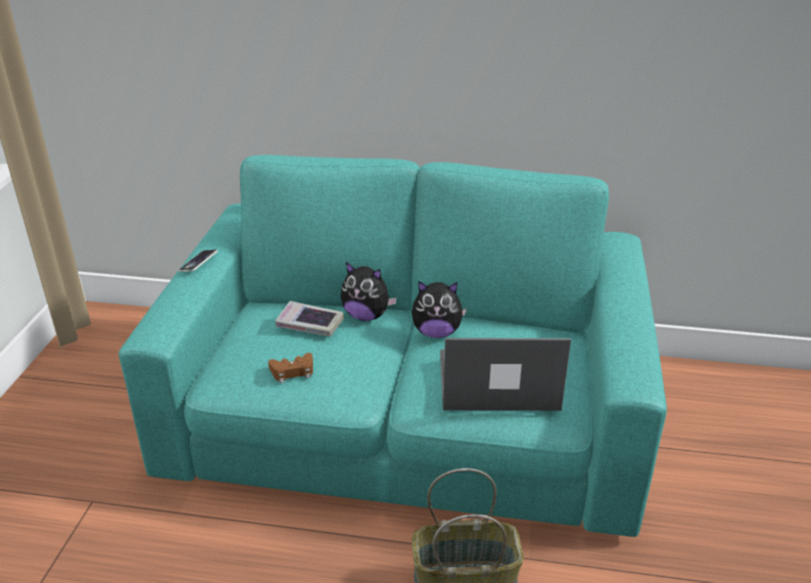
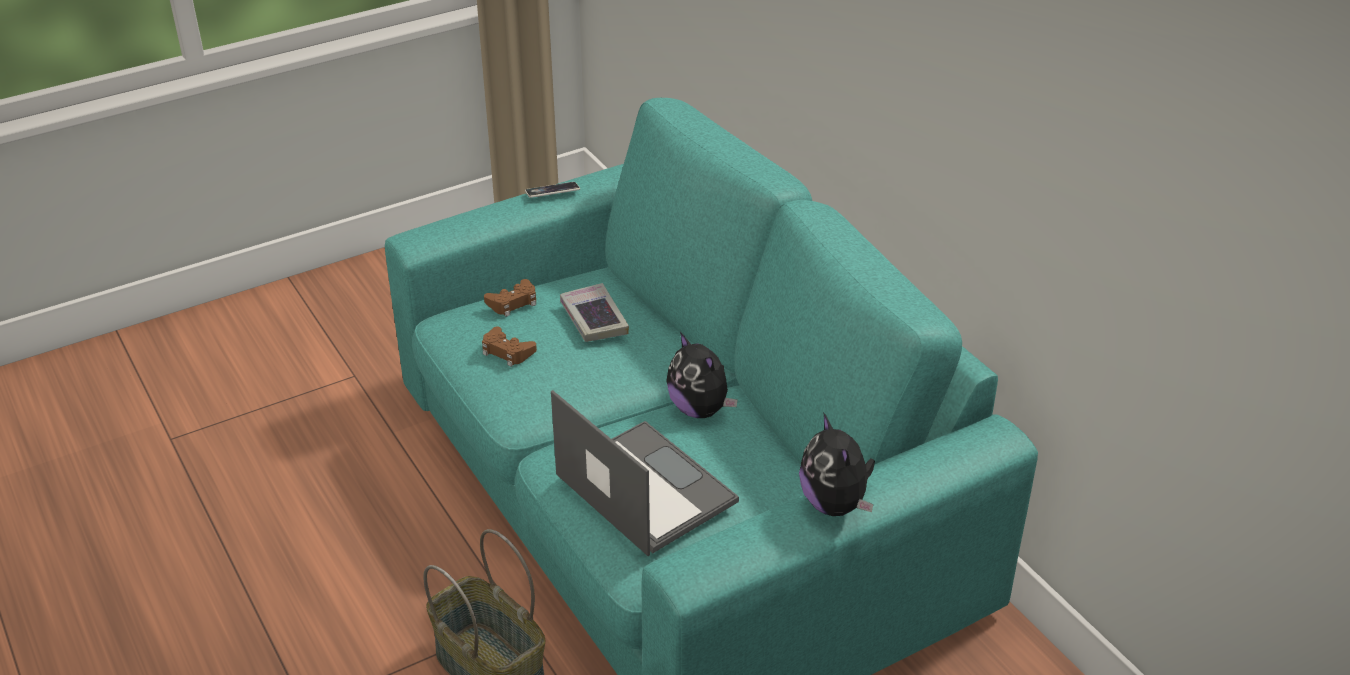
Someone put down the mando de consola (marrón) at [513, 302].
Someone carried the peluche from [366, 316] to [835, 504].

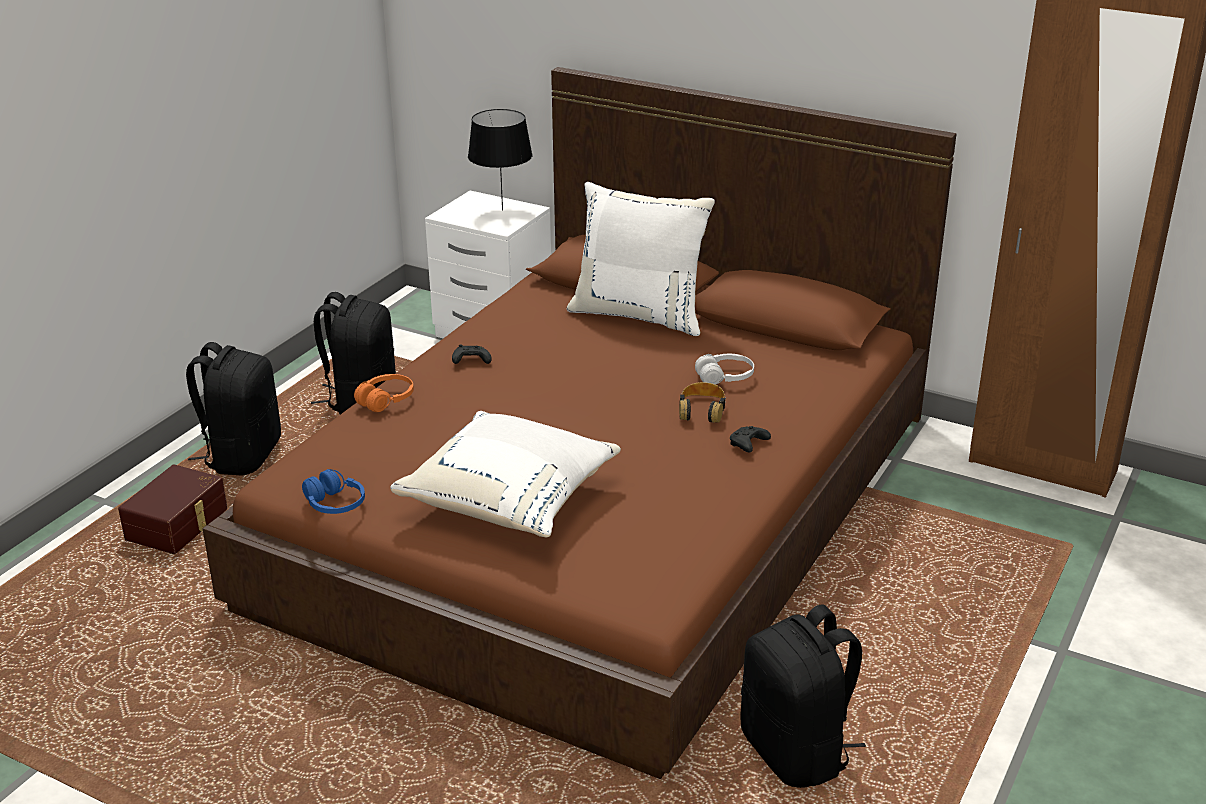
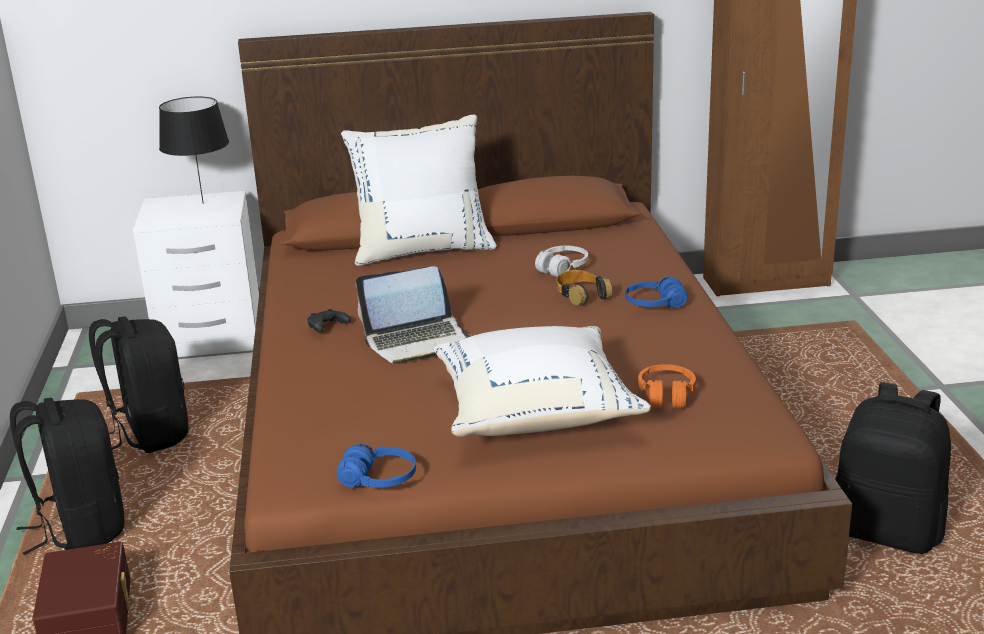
Someone put down the portátil at [416, 341].
Someone carried the auriculares (naranja) from [386, 400] to [666, 395].
Someone swapped the mando de consola (negro) at [748, 445] for the auriculares (azul) at [655, 304].

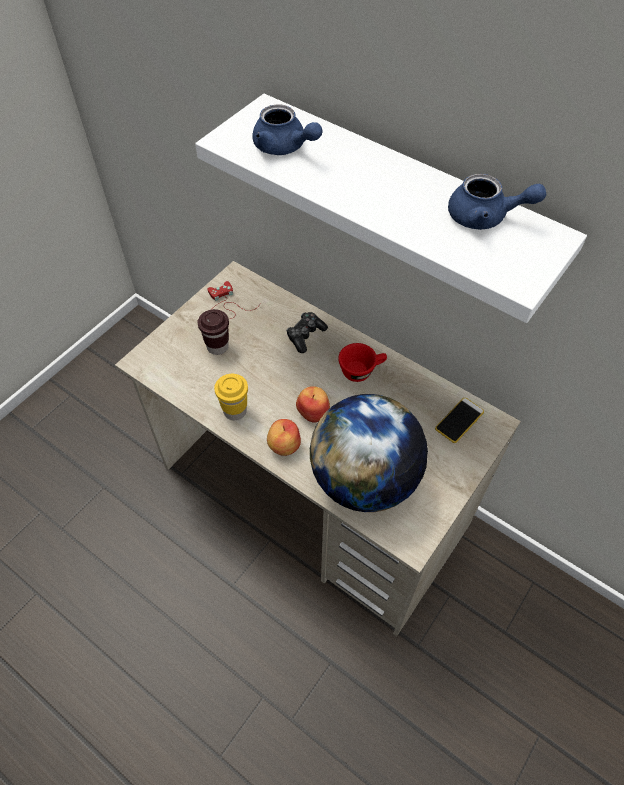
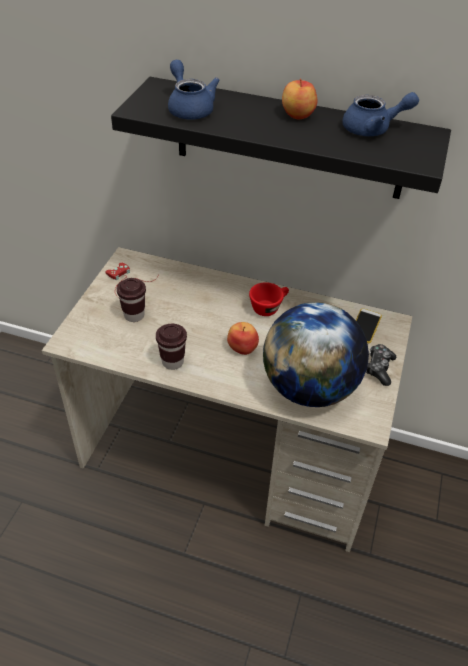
Someone carried the manzana from [283, 445] to [297, 115].
Someone carried the mando de consola from [305, 335] to [379, 368].
Someone repainted the estante (blanco) at [404, 198], which became the estante (negro) at [289, 139].
Someone repainted the taza (amarillo) at [235, 411], which became the taza (marrón) at [172, 362].
Someone rotated the tetera (azul) at [284, 147] by 135 degrees counterclockwise.

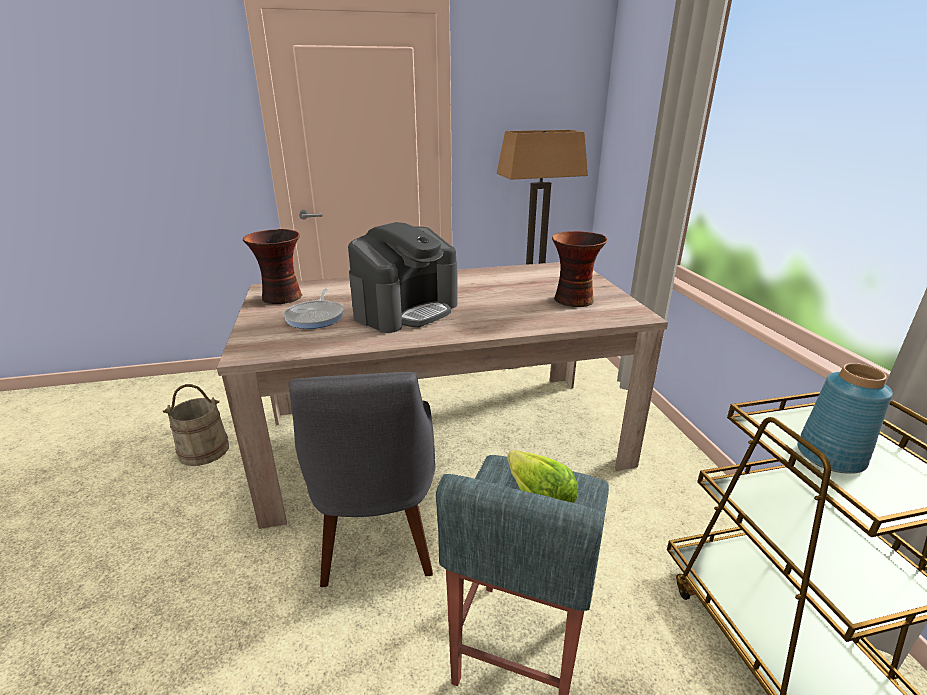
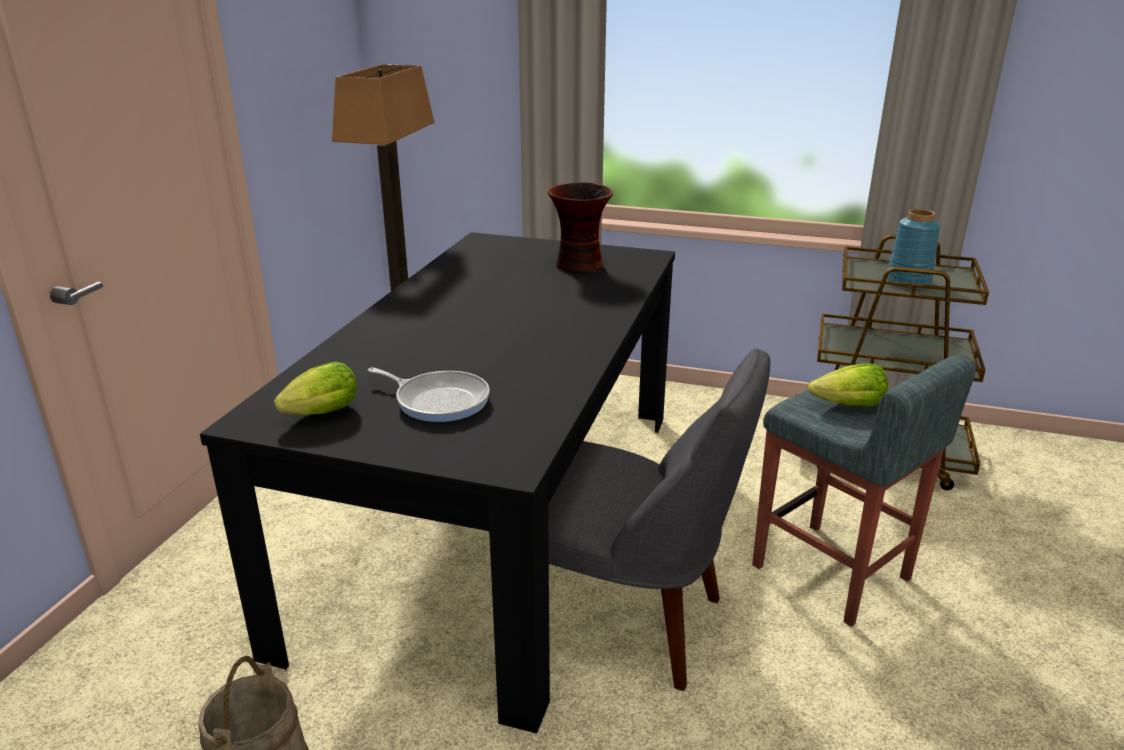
Someone took away the cafetera at [406, 310].
Someone swapped the florero at [282, 298] for the lechuga at [318, 414].
Someone repainted the mesa de comedor (beis) at [444, 438], which became the mesa de comedor (negro) at [500, 516].

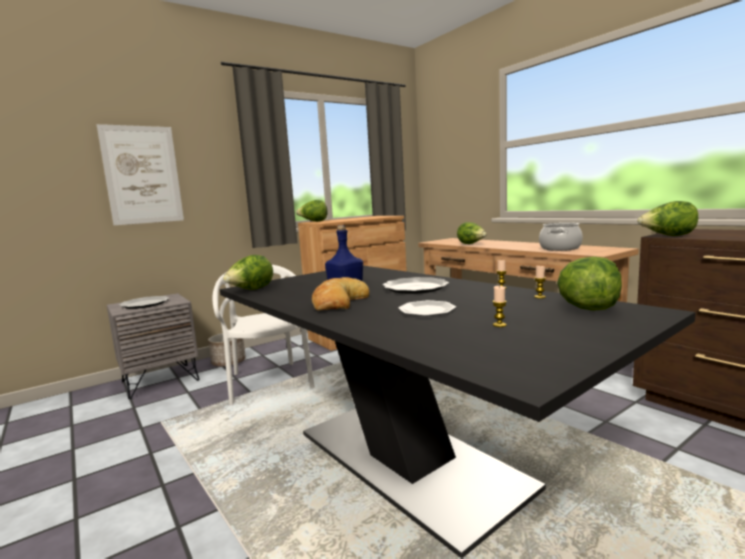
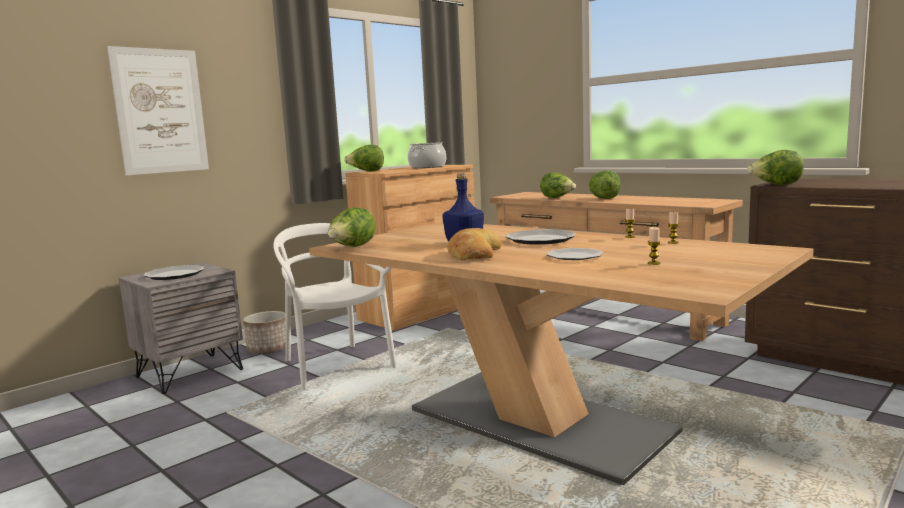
Someone carried the olla from [560, 248] to [427, 167].
Someone carried the lechuga from [588, 308] to [605, 198].
Someone repainted the mesa de comedor (negro) at [409, 460], which became the mesa de comedor (beis) at [539, 422].

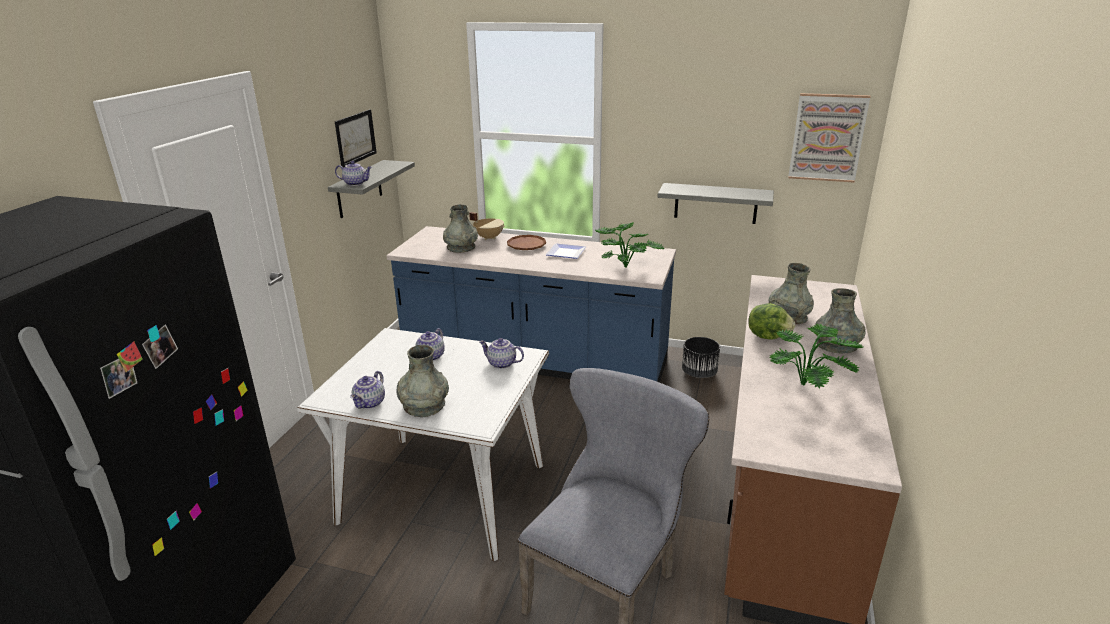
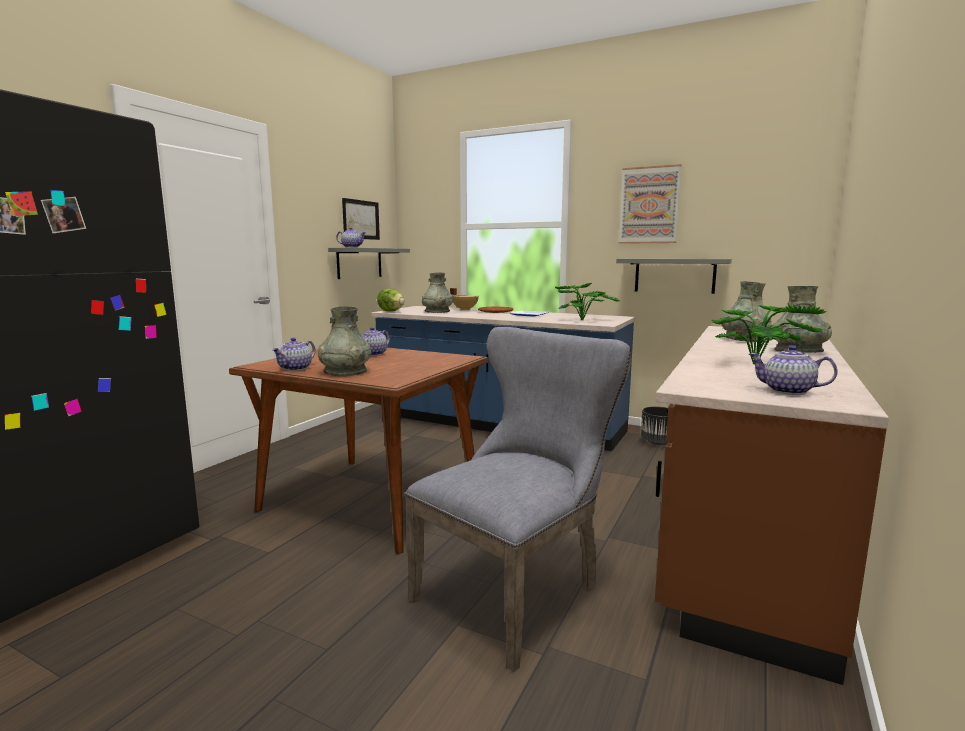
Someone carried the tetera from [501, 364] to [787, 391].
Someone carried the lechuga from [768, 336] to [391, 311].
Someone carried the cuadro from [827, 137] to [649, 205].
Someone repainted the mesa de comedor (blanco) at [444, 493], which became the mesa de comedor (marrón) at [372, 500].

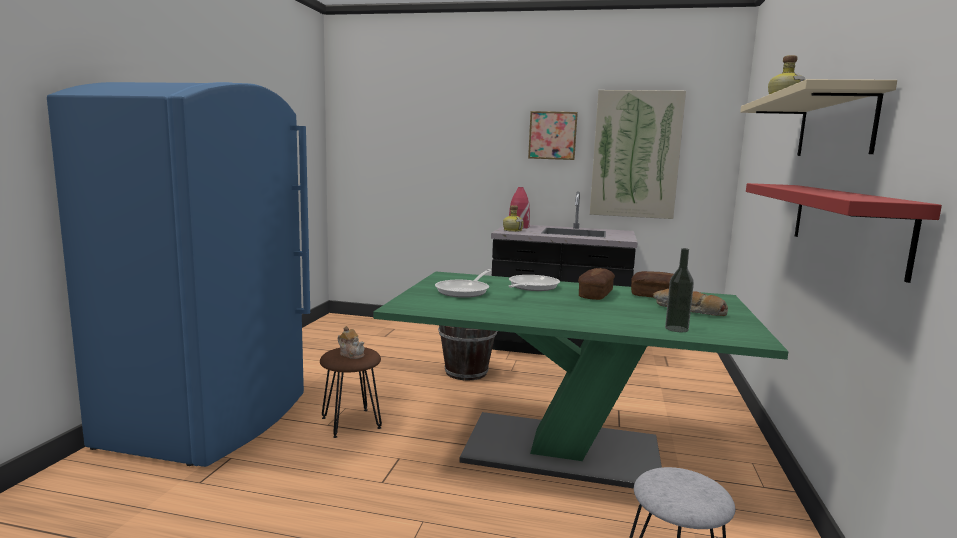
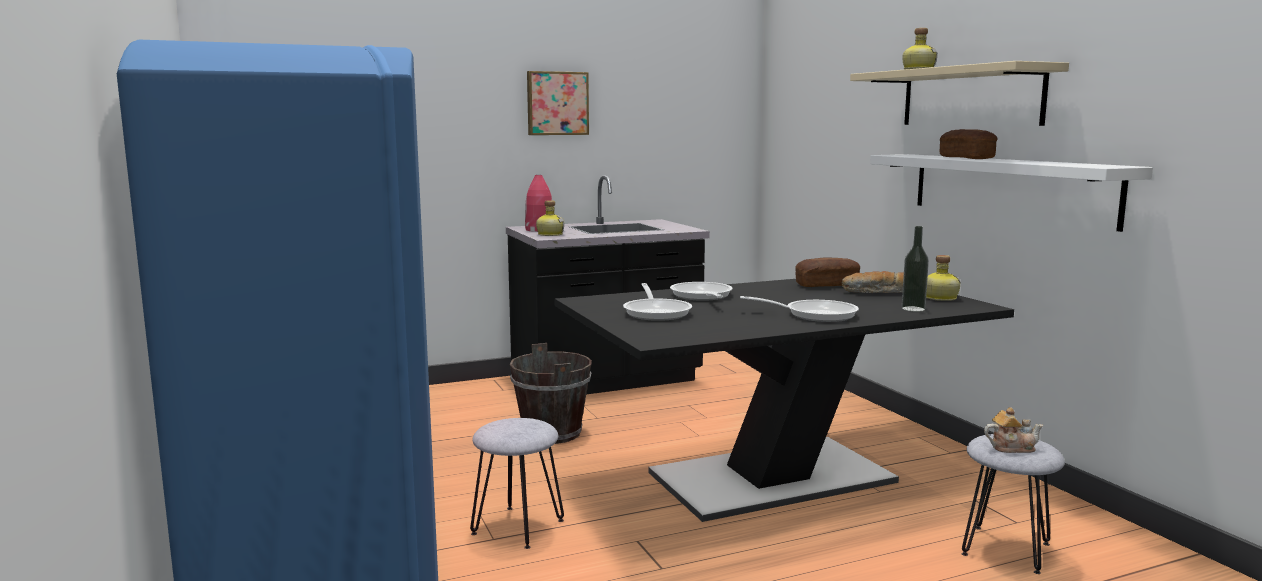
Someone took away the cuadro at [635, 154].
Someone put down the sartén at [814, 315].
Someone put down the botella at [939, 298].
Someone carried the tetera from [351, 354] to [1011, 448].
Someone carried the pan from [595, 294] to [966, 158].
Someone repainted the taburete (marrón) at [351, 422], which became the taburete (gris) at [517, 527].
Someone repainted the mesa de comedor (verde) at [562, 450], which became the mesa de comedor (negro) at [771, 477].
Someone repainted the estante (rojo) at [844, 223], which became the estante (blanco) at [1009, 188].

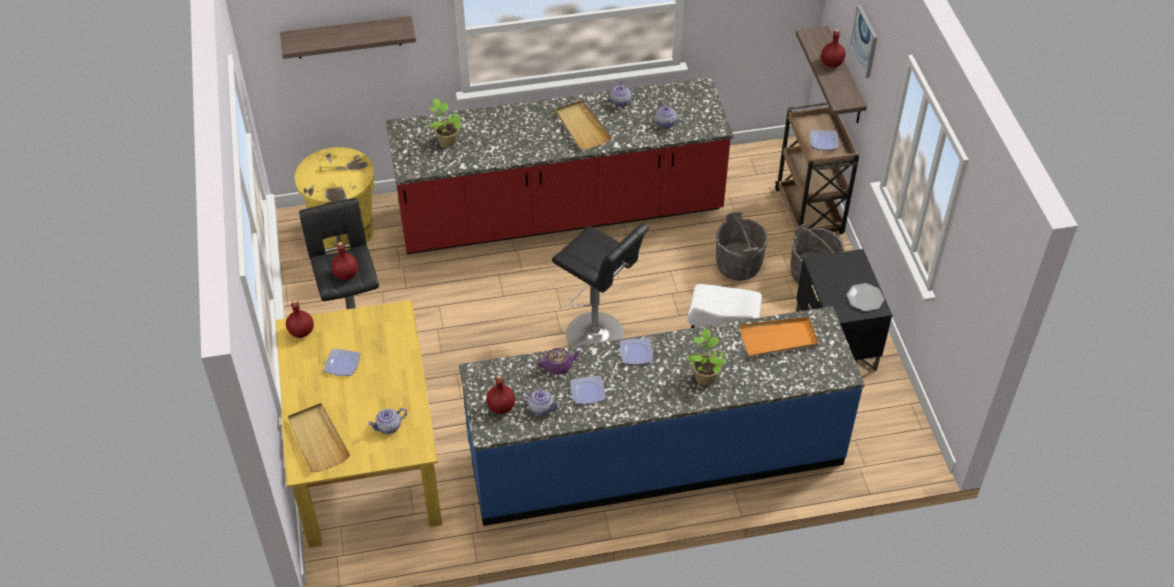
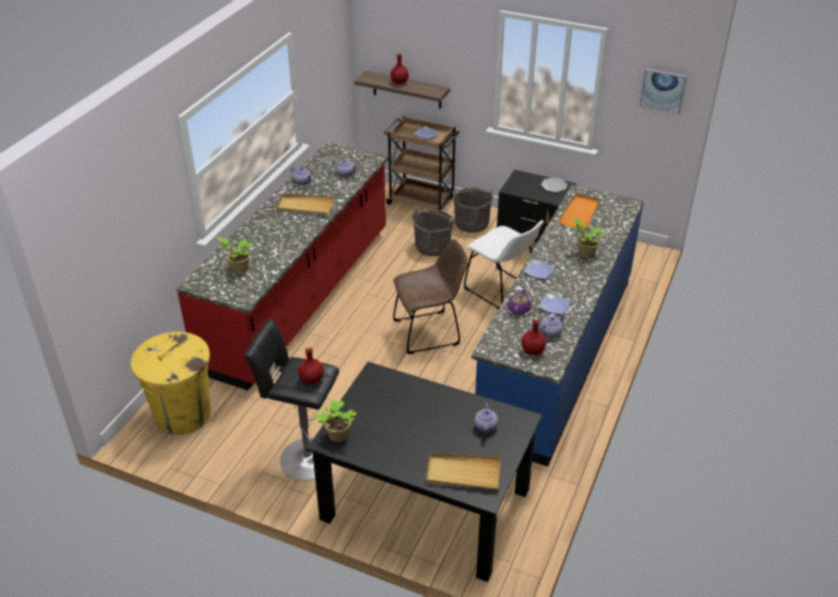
Someone took away the estante at [348, 37].
Someone took away the plato at [343, 364].
Someone carried the cuadro from [865, 41] to [663, 91].
Someone swapped the botella (rojo) at [302, 331] for the planta en maceta at [337, 436].
Someone swapped the taburete (negro) at [598, 336] for the silla (marrón) at [430, 331].
Someone repainted the mesa de comedor (amarillo) at [367, 457], which became the mesa de comedor (negro) at [427, 503].

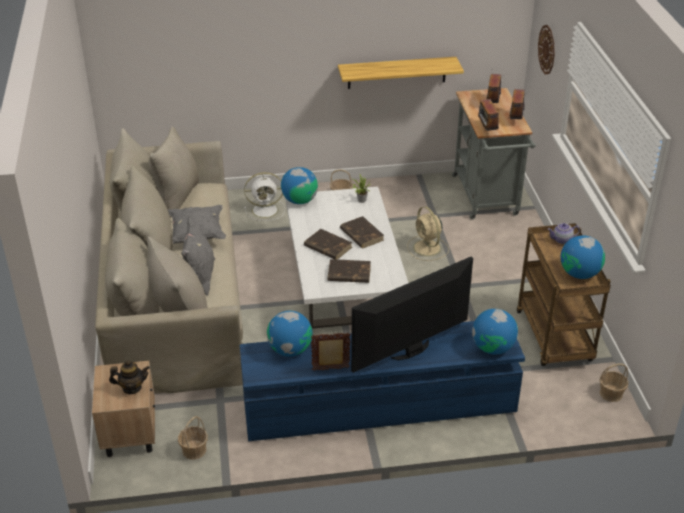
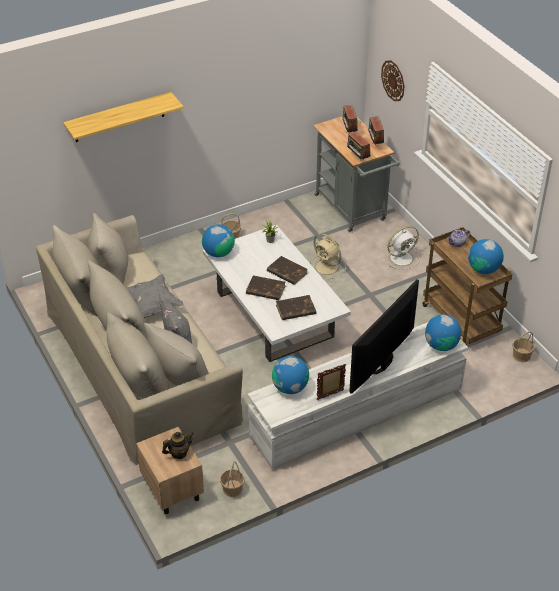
Someone carried the ventilador (blanco) from [266, 210] to [402, 258].
Someone carried the estante from [397, 72] to [119, 117].
Someone repainted the mueble de televisión (azul) at [379, 406], which became the mueble de televisión (blanco) at [357, 412].

